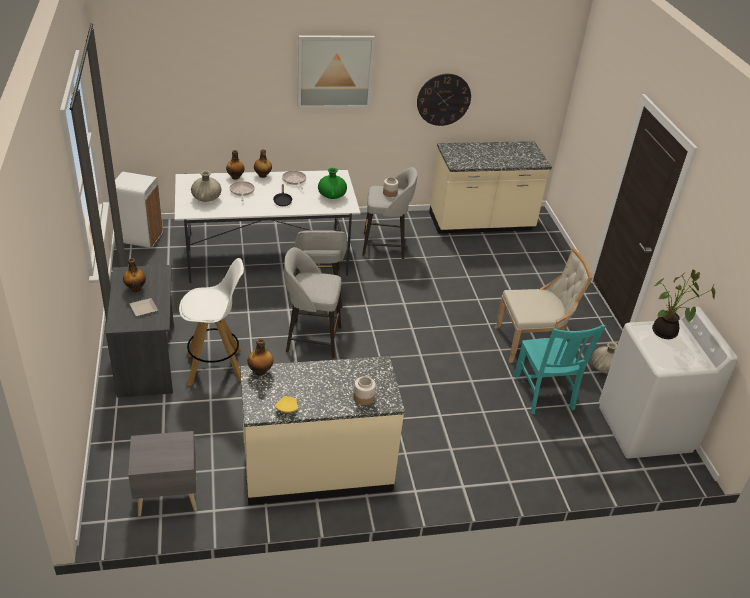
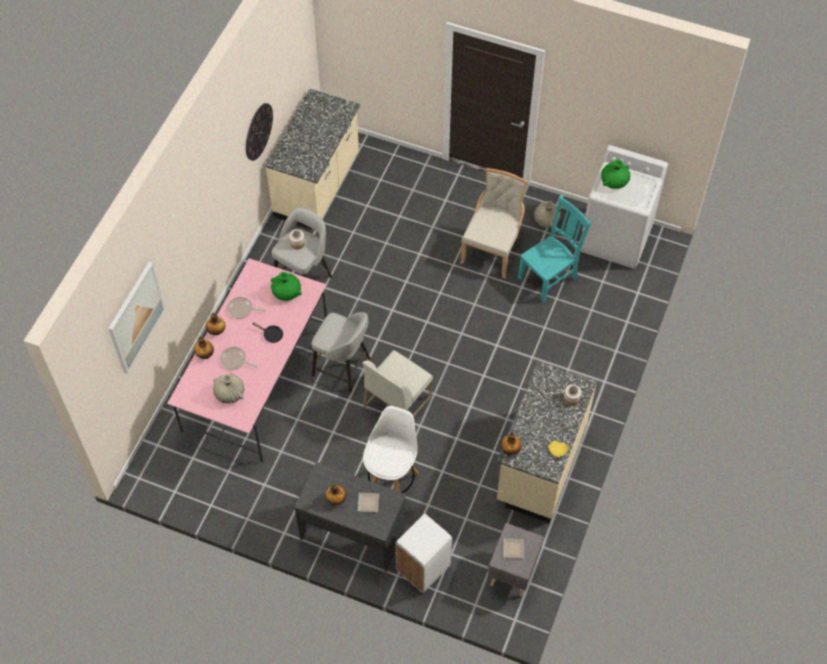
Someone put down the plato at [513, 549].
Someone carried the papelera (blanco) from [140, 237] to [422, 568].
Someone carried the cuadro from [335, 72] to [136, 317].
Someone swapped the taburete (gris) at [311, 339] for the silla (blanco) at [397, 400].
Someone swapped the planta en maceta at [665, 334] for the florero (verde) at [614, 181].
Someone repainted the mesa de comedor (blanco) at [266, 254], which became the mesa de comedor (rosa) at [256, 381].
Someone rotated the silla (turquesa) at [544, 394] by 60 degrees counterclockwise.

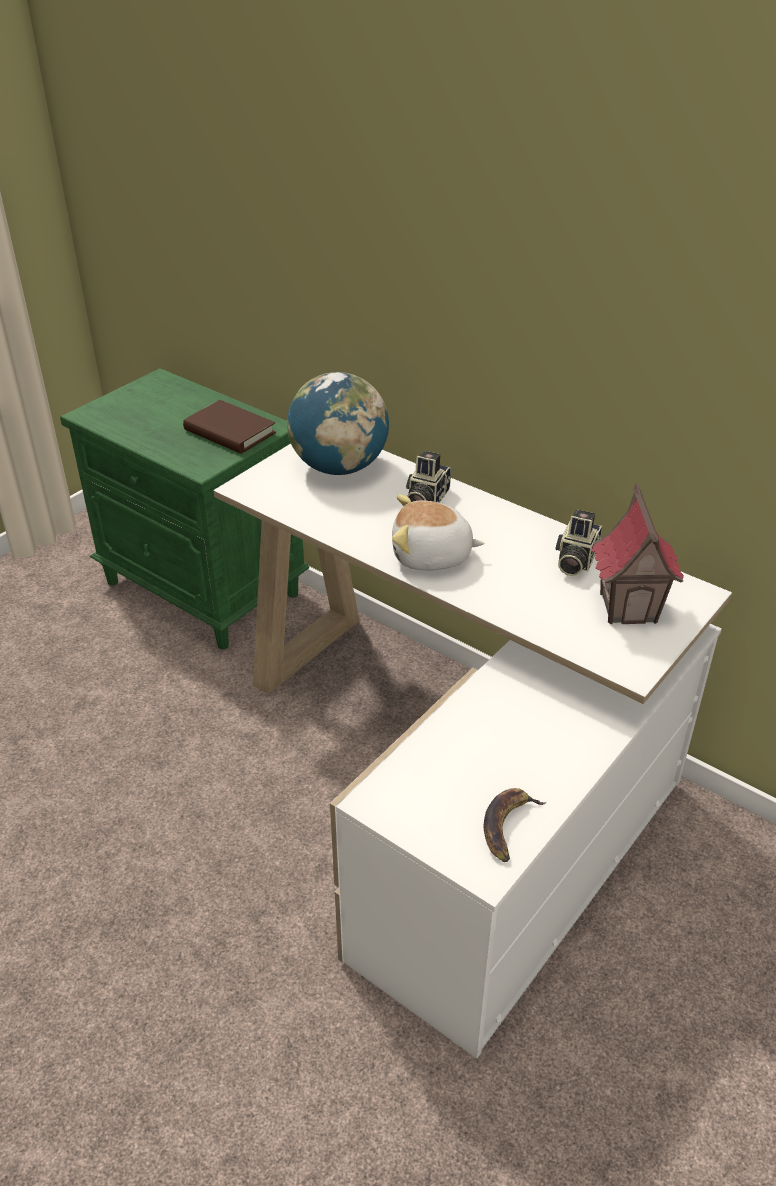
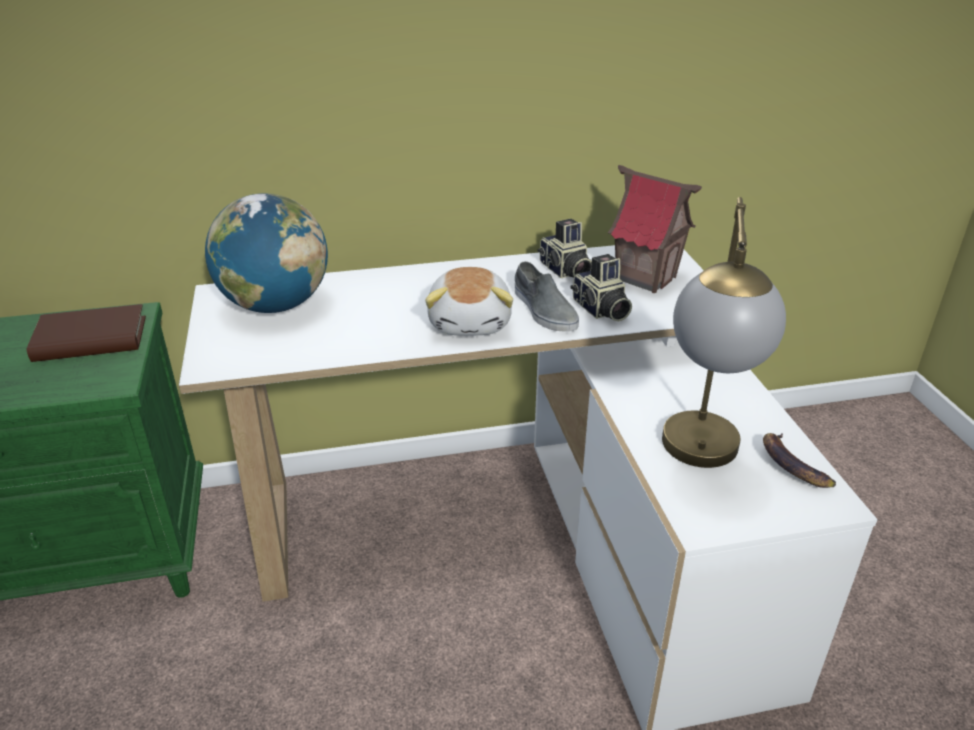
Someone put down the zapato (gris) at [544, 310].
Someone put down the lámpara de mesa at [700, 461].
Someone carried the cámara from [425, 499] to [600, 310].
Someone rotated the peluche at [431, 556] by 45 degrees counterclockwise.

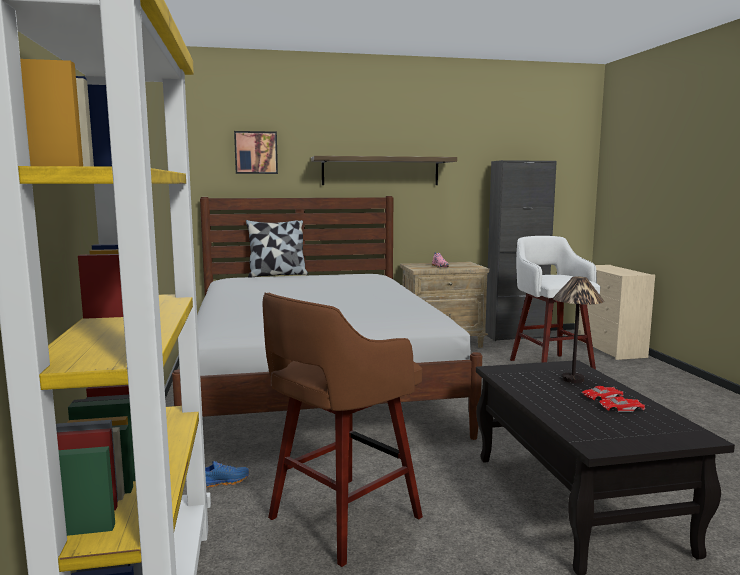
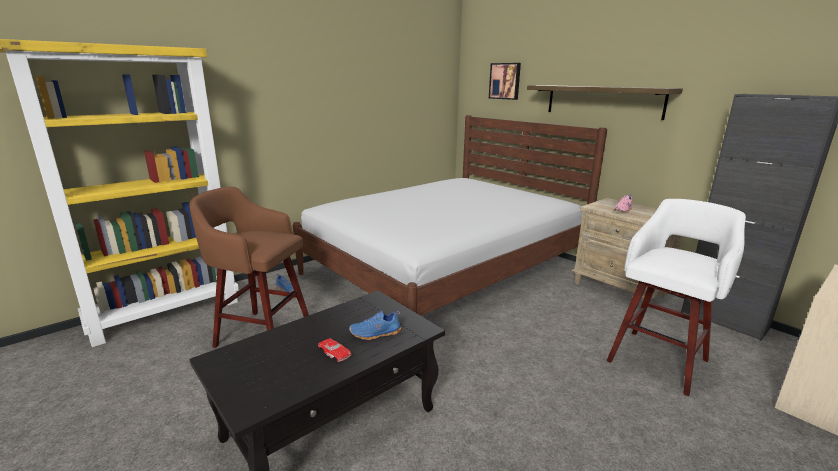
Someone took away the cojín at [277, 275].
Someone took away the coche de juguete (rojo) at [621, 408].
Someone swapped the lámpara de mesa at [573, 379] for the zapato (azul) at [375, 334].

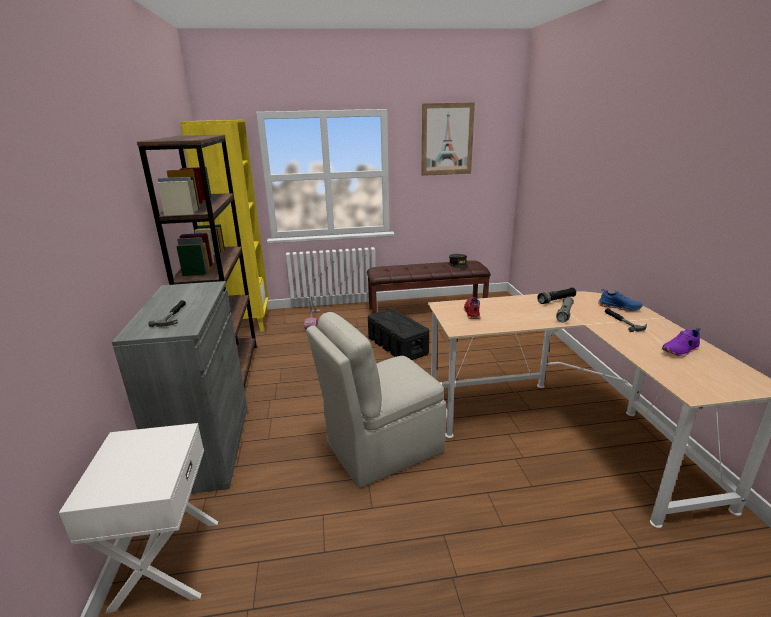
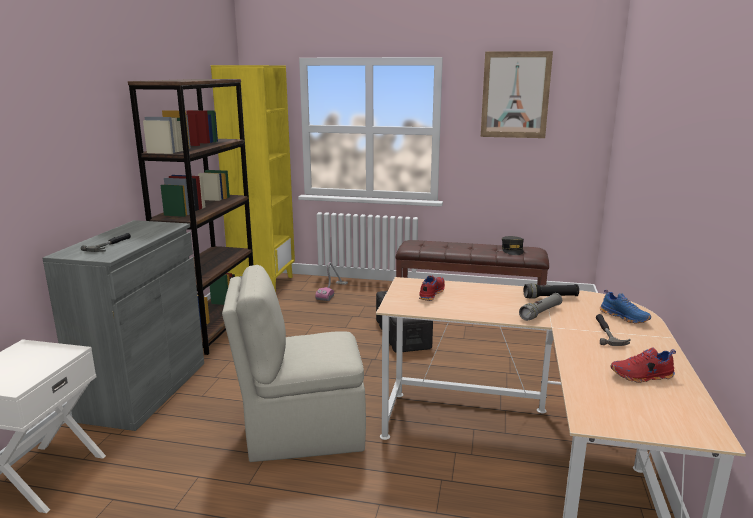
Someone repainted the zapato (morado) at [681, 351], which became the zapato (rojo) at [642, 376].

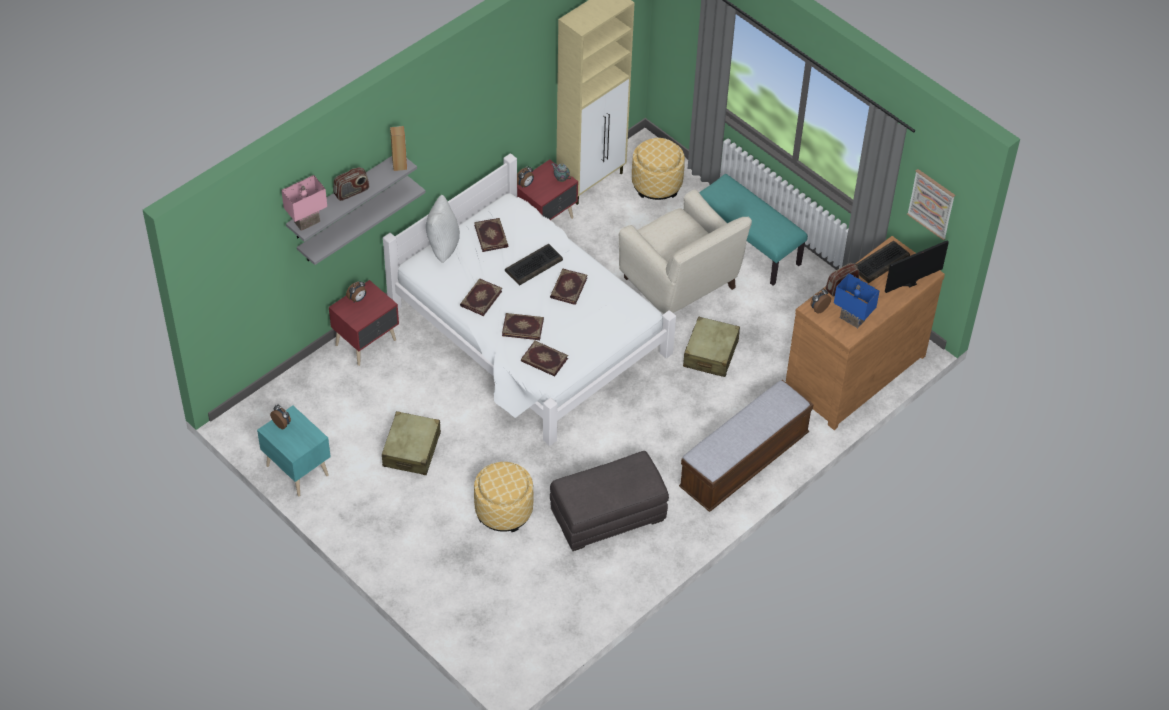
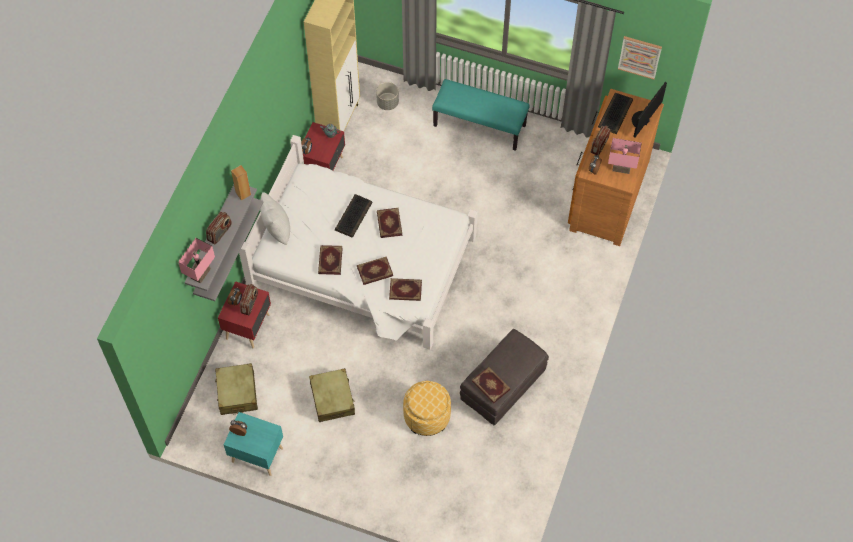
Someone took away the sillón (beis) at [680, 285].
Someone took away the banco at [743, 462].
Someone put down the radio at [250, 304].
Someone carried the libro from [491, 236] to [491, 385].
Someone carried the maleta (beis) from [710, 354] to [237, 393].
Someone swapped the puf at [657, 184] for the maceta (gris) at [387, 103].
Someone repainted the lámpara de mesa (azul) at [853, 318], which became the lámpara de mesa (rosa) at [621, 167].

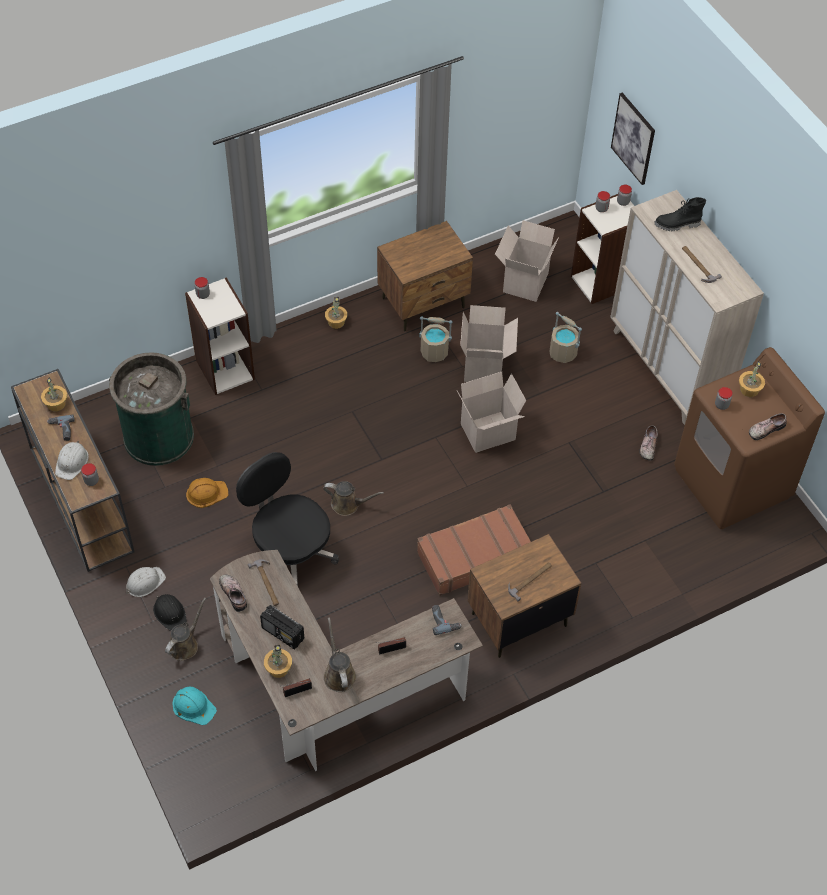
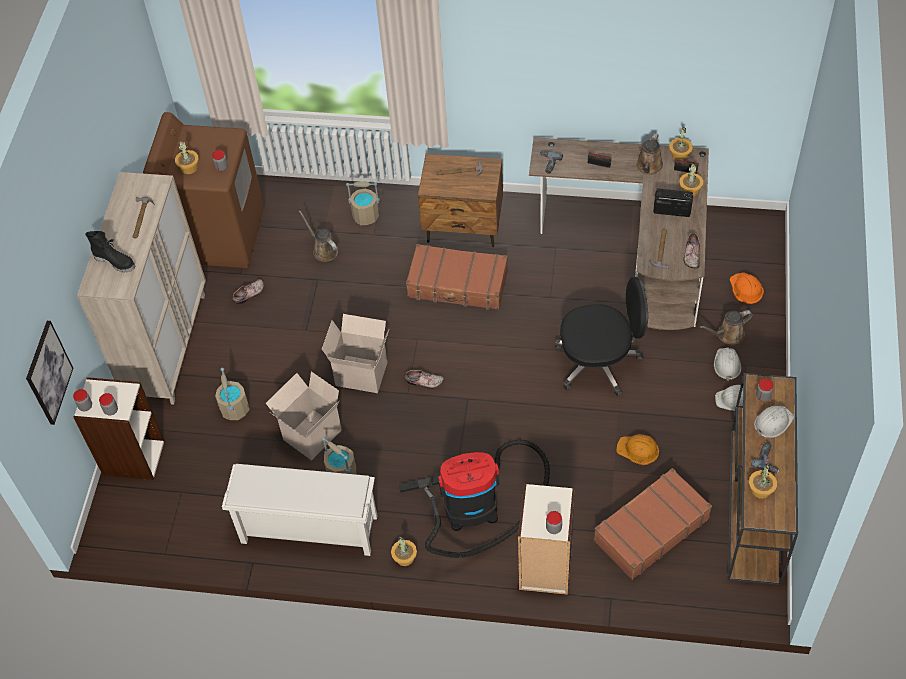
Someone took away the caja de cartón at [524, 281].
Someone put down the cubo (beis) at [366, 215].
Someone put down the aspiradora at [477, 506].
Someone put down the planta en maceta at [679, 155].
Someone carried the regadera (marrón) from [348, 504] to [323, 250].
Someone carried the zapato from [765, 429] to [424, 382].
Someone swapped the papelera (verde) at [158, 436] for the maleta (marrón) at [650, 529].
Someone swapped the mesita de noche (marrón) at [424, 303] for the zapatero (blanco) at [308, 530].
Someone repainted the casco (negro) at [170, 613], which became the casco (blanco) at [727, 364].
Someone repainted the casco (turquesa) at [193, 706], which became the casco (naranja) at [746, 288].
Someone rotated the silla de oficina (negro) at [289, 552] by 90 degrees counterclockwise.
Someone rotated the radio at [283, 634] by 60 degrees counterclockwise.

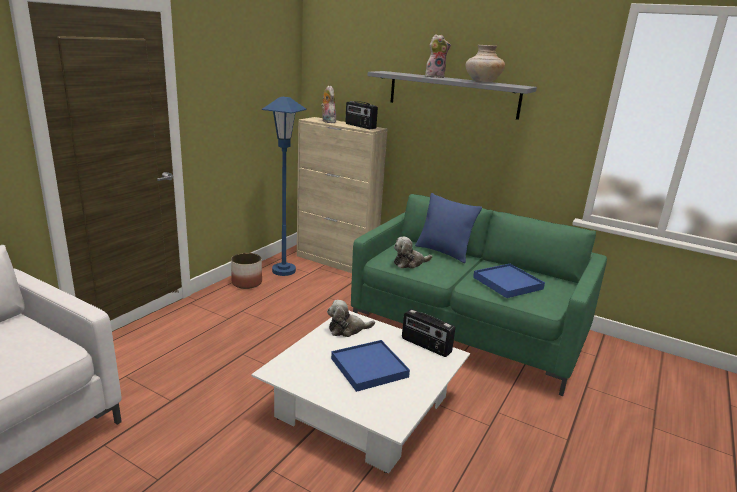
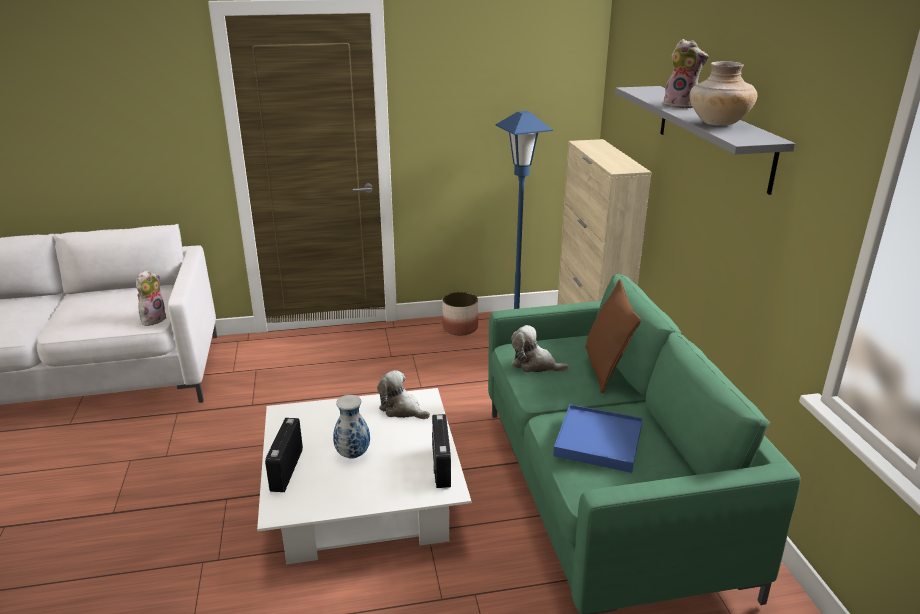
Someone carried the peluche from [327, 121] to [153, 319].
Someone carried the radio from [360, 126] to [286, 470].
Someone swapped the bandeja (azul) at [369, 367] for the florero at [352, 454].
Someone repainted the cojín (azul) at [443, 252], which became the cojín (marrón) at [605, 369].

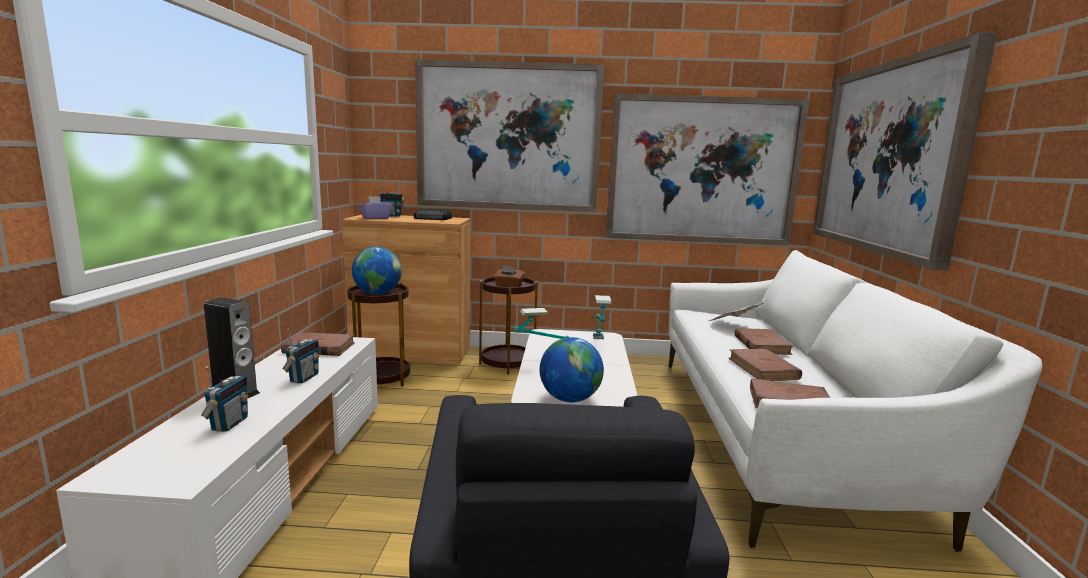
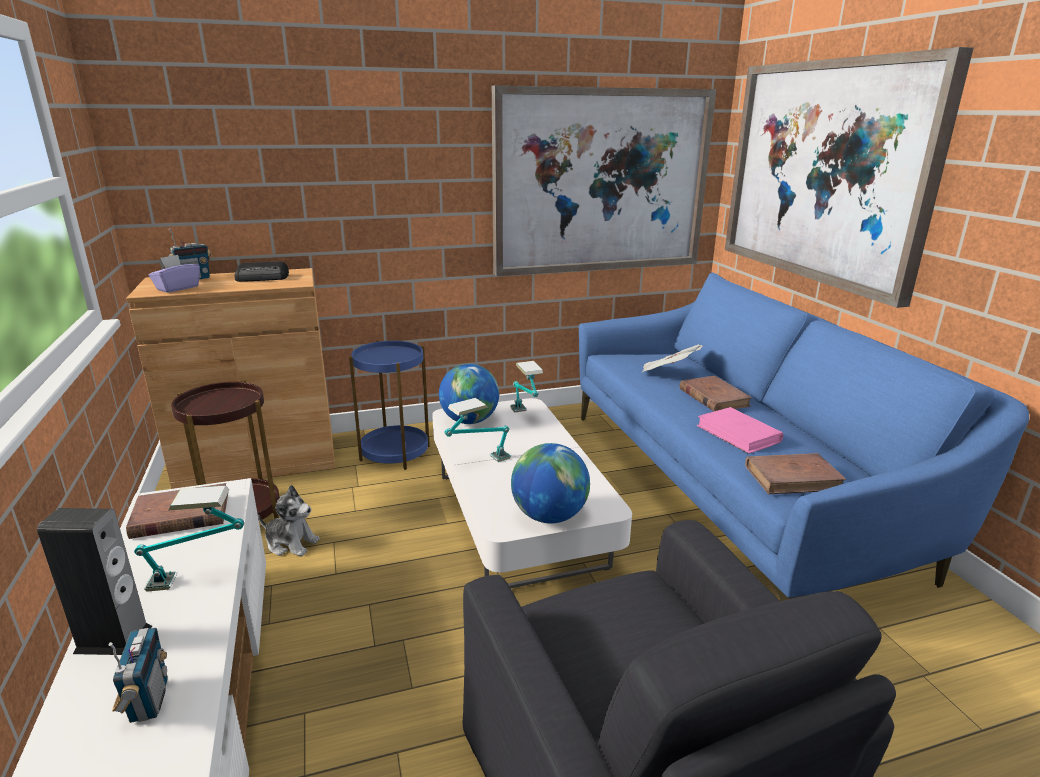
Someone took away the cuadro at [508, 137].
Someone took away the caja de pañuelos (marrón) at [508, 286].
Someone put down the peluche at [291, 543].
Someone carried the globo terráqueo from [377, 293] to [469, 421].
Someone swapped the radio at [303, 378] for the lámpara de mesa at [200, 579].
Someone repainted the mesa auxiliar (marrón) at [507, 364], which became the mesa auxiliar (azul) at [395, 453].
Someone repainted the sofá (blanco) at [779, 434], which became the sofá (azul) at [733, 488].
Someone repainted the libro (marrón) at [763, 368], which became the libro (rosa) at [738, 434].

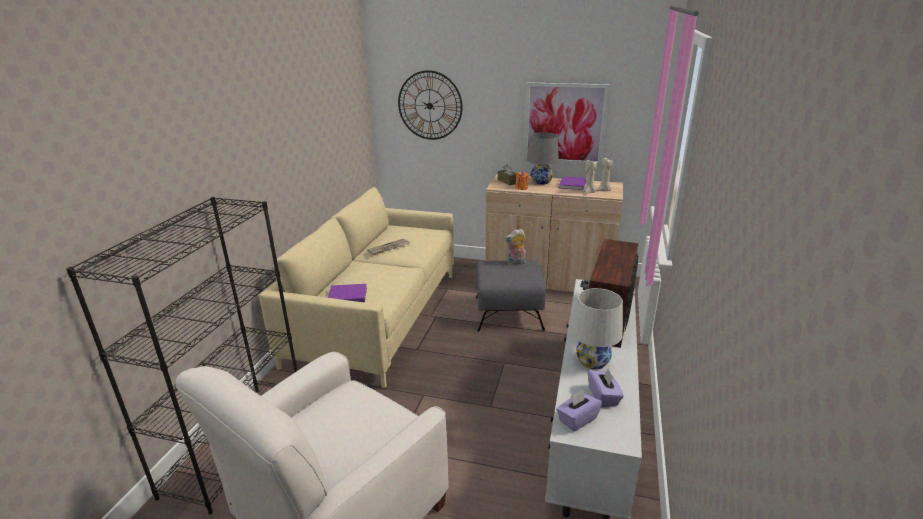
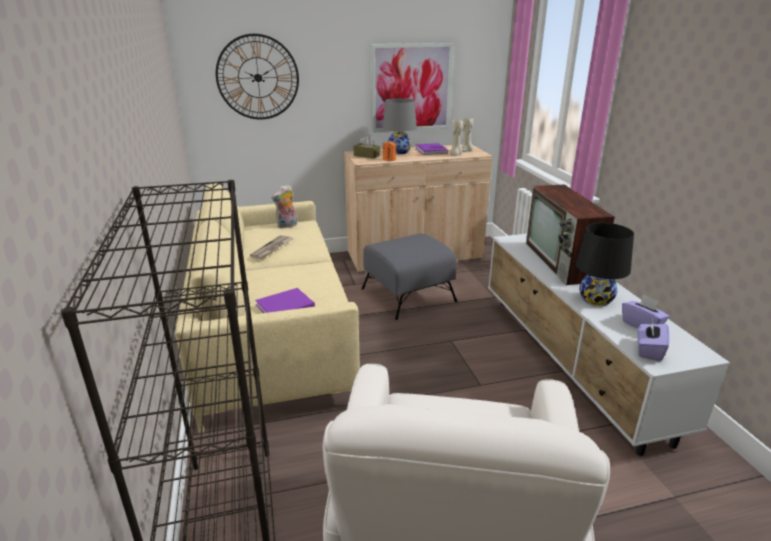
Someone carried the peluche from [516, 263] to [287, 226].
Someone repainted the lámpara de mesa (blanco) at [592, 361], which became the lámpara de mesa (negro) at [596, 299].

